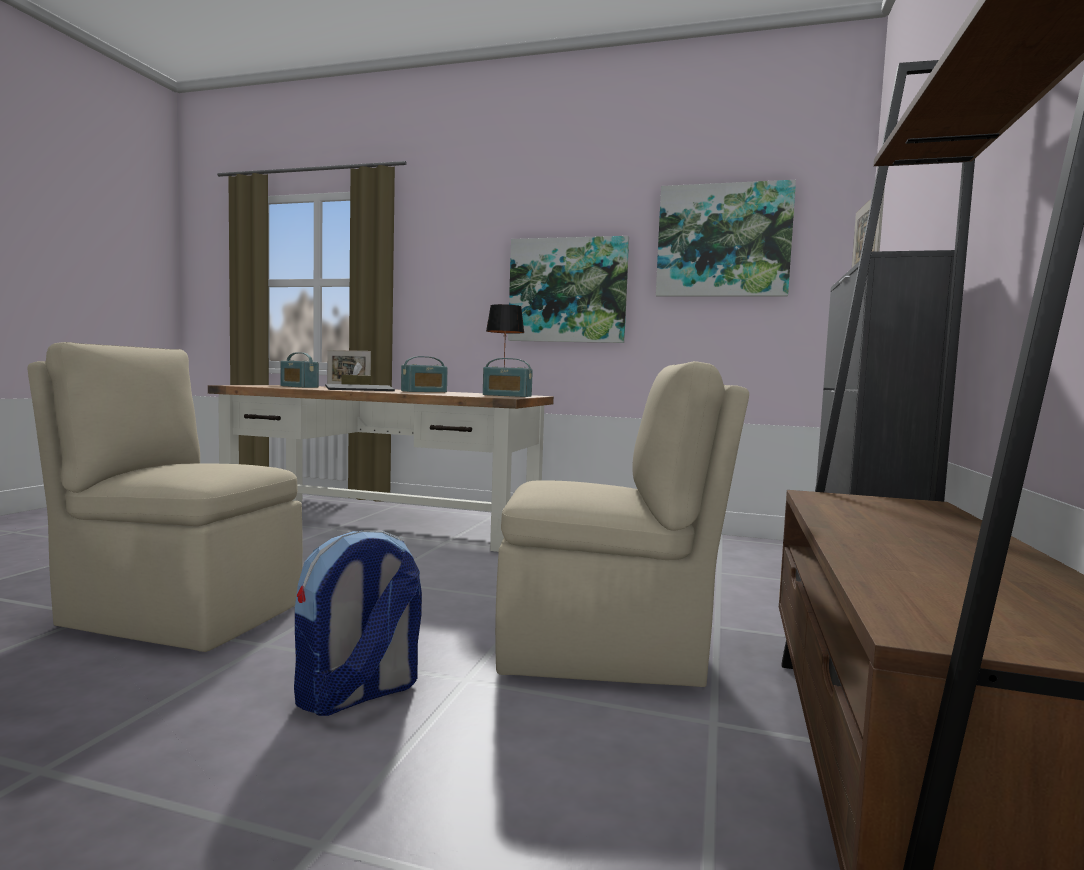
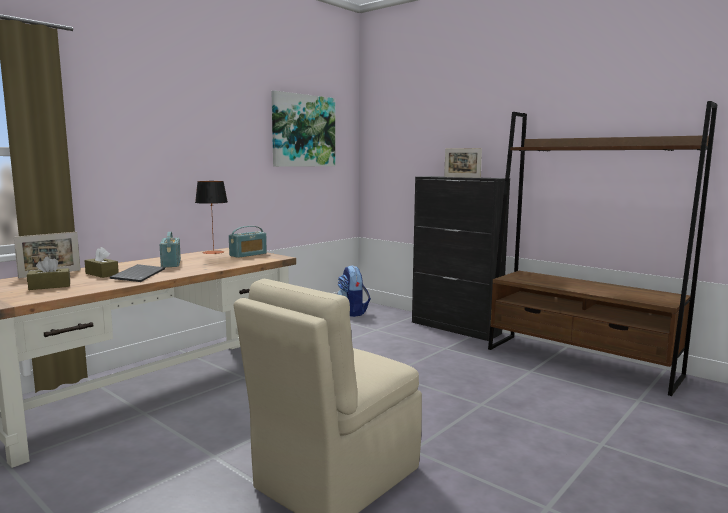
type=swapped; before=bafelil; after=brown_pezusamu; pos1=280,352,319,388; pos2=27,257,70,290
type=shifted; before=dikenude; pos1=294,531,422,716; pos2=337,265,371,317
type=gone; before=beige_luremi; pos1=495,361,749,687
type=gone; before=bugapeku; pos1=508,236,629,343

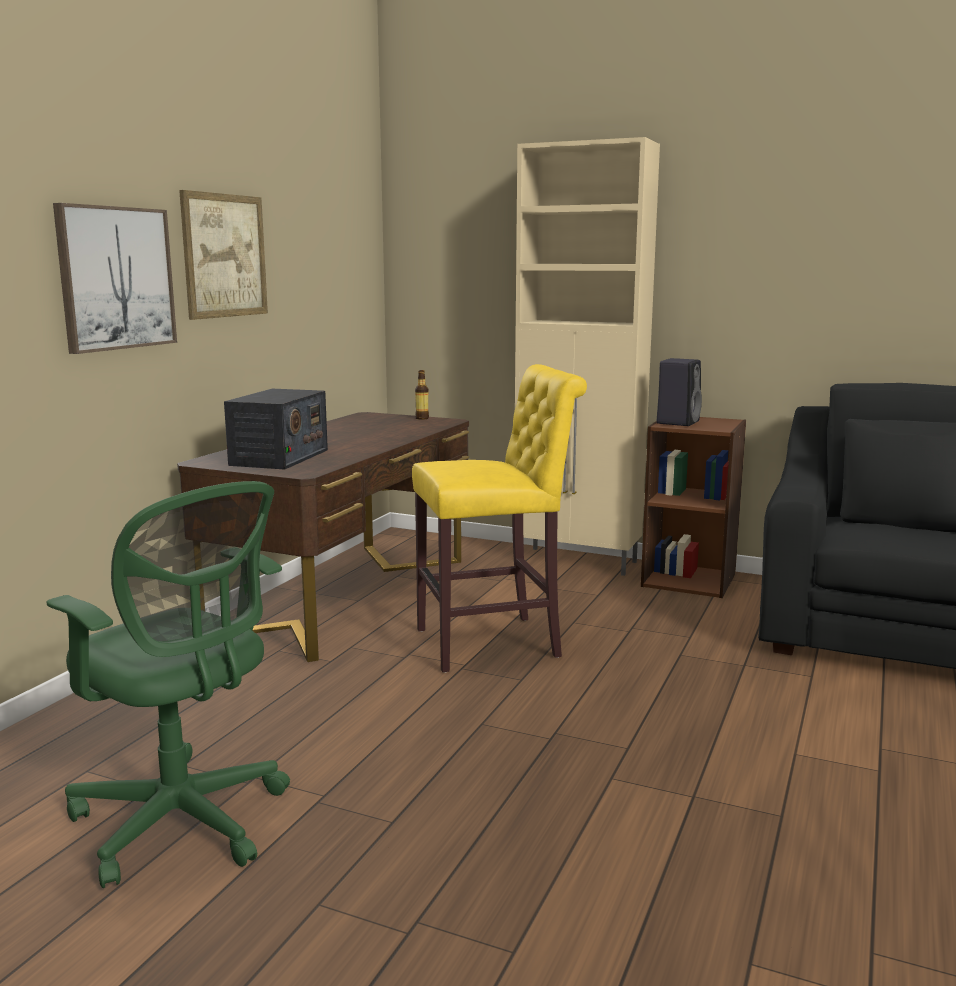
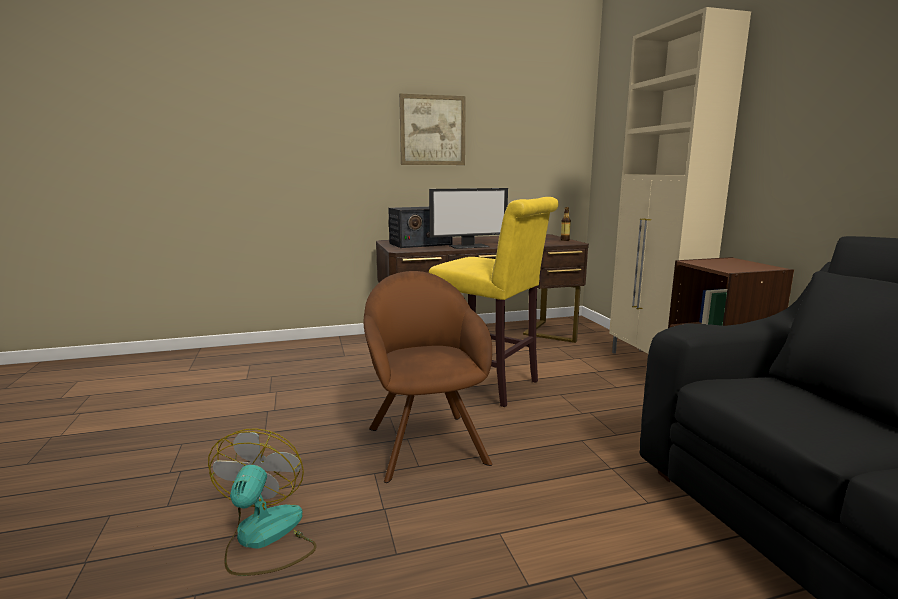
type=gone; before=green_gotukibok; pos1=46,481,290,888
type=gone; before=bugapeku; pos1=53,203,177,354
type=gone; before=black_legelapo; pos1=657,358,702,426
type=new; after=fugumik; pos2=208,428,317,576
type=new; after=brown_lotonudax; pos2=364,271,492,483
type=new; after=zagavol; pos2=429,188,508,249

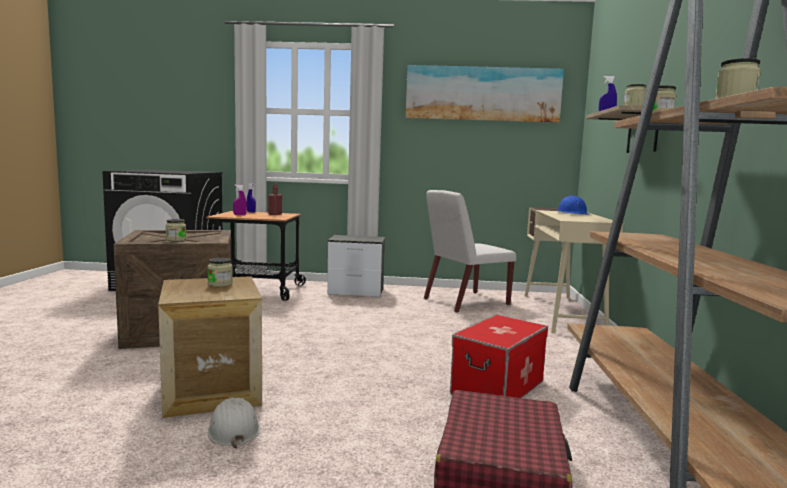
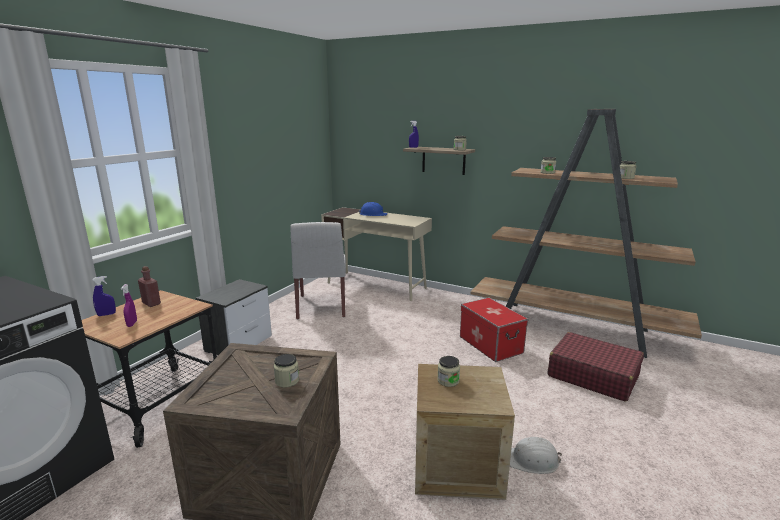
type=gone; before=bugapeku; pos1=406,65,564,123

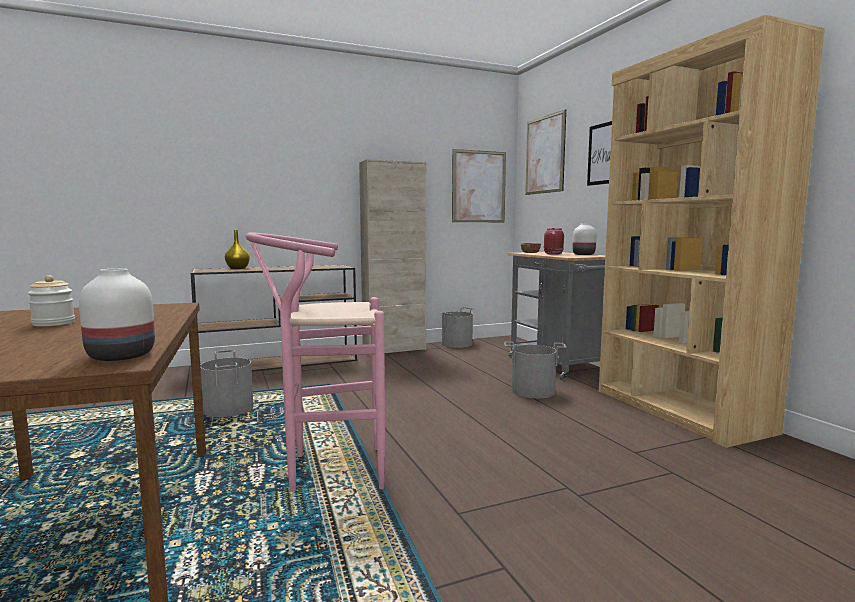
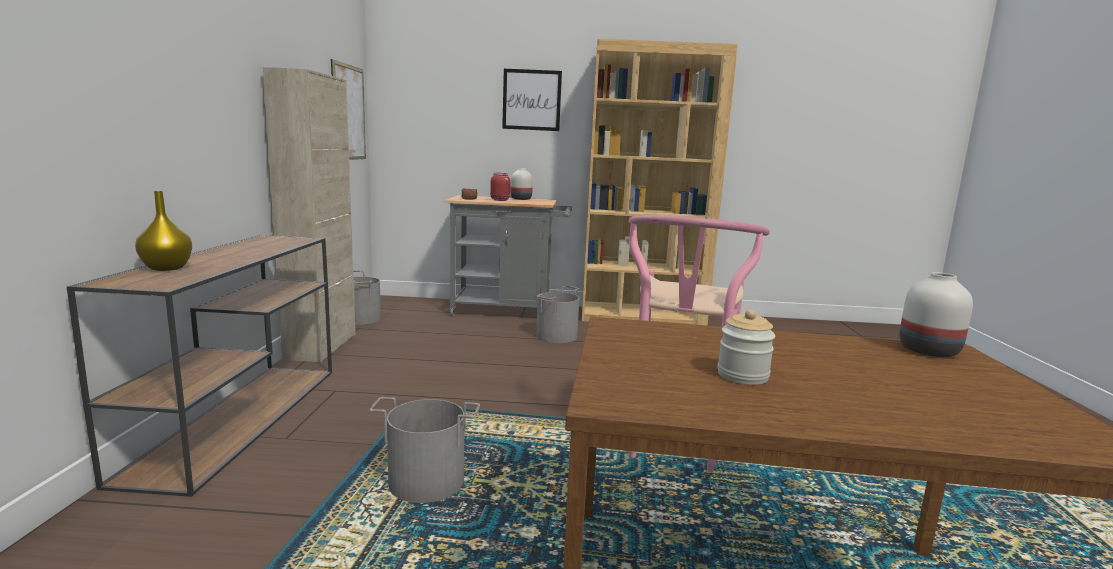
type=gone; before=bugapeku; pos1=525,109,566,195

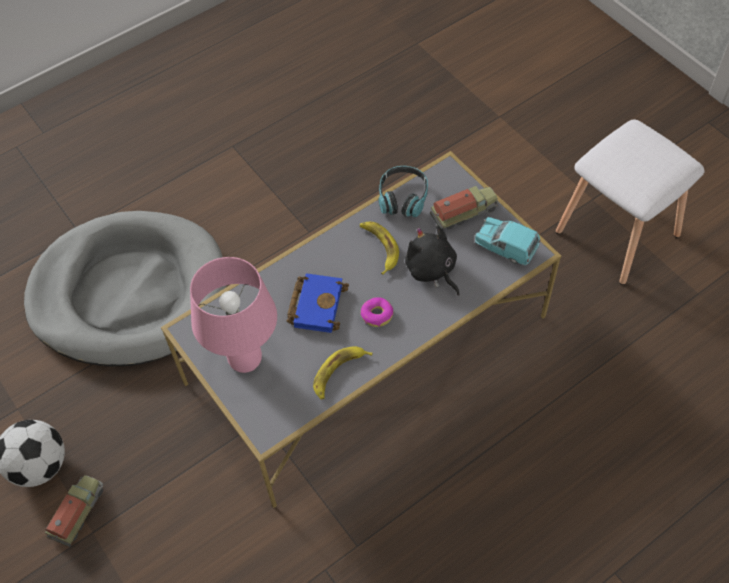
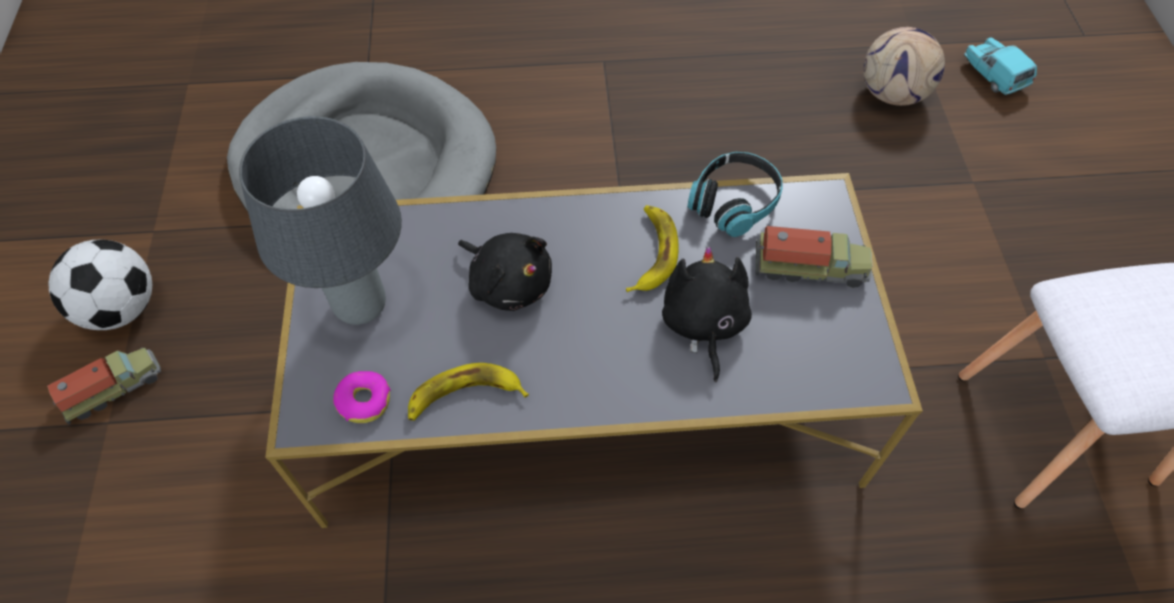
type=repainted; before=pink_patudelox; after=grey_patudelox; pos1=190,257,277,373; pos2=239,116,402,325
type=swapped; before=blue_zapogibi; after=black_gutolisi; pos1=287,273,349,333; pos2=458,233,552,311
type=shifted; before=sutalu; pos1=361,297,393,327; pos2=333,371,391,423
type=shifted; before=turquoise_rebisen; pos1=475,217,540,266; pos2=964,37,1037,95
type=new; after=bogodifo; pos2=863,27,945,106

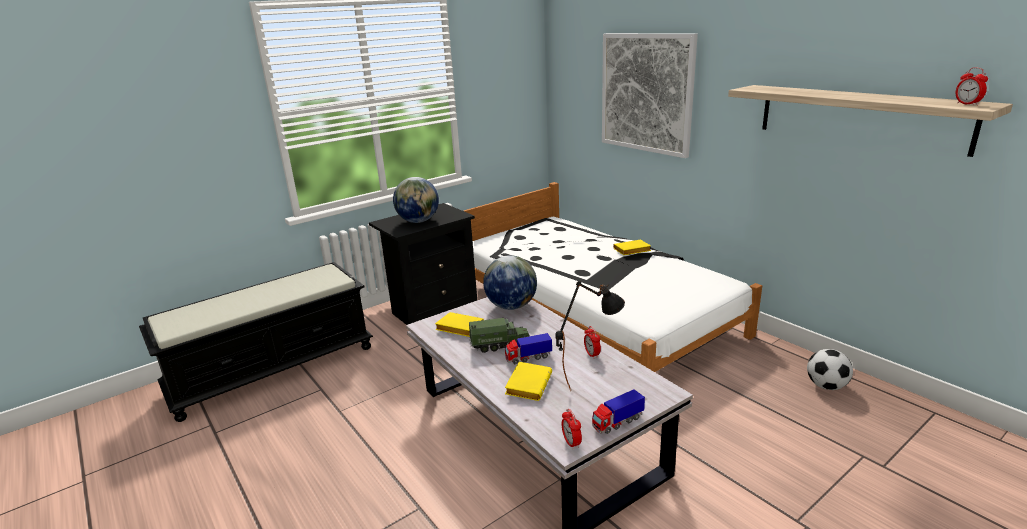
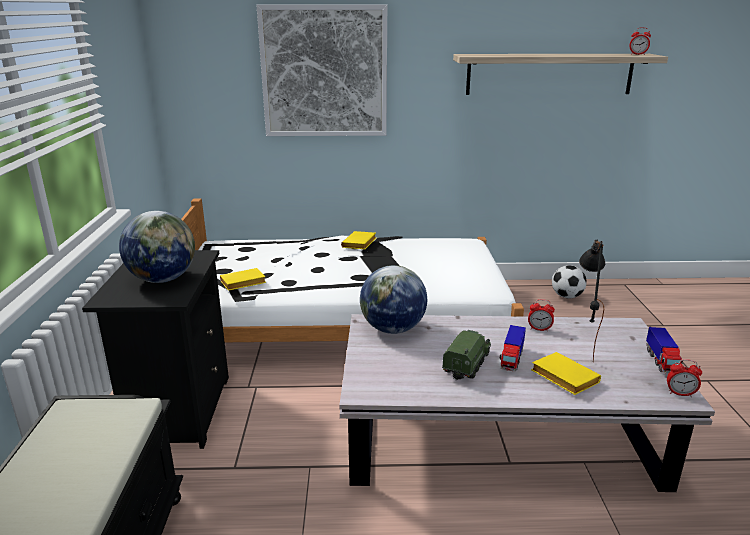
type=shifted; before=yellow_zapogibi; pos1=435,312,484,337; pos2=220,268,266,291

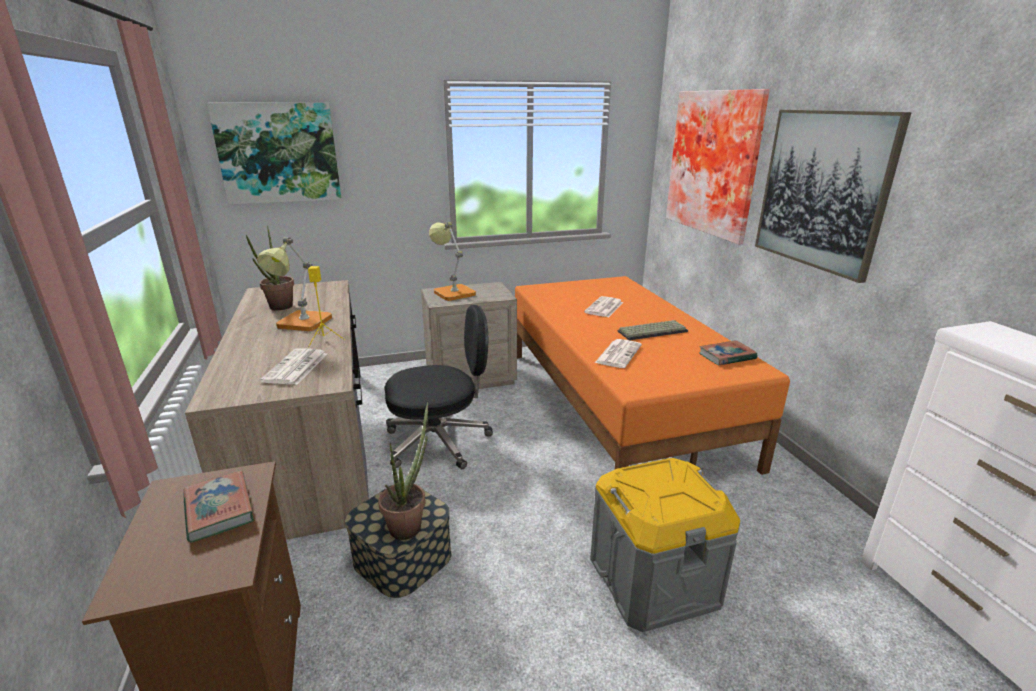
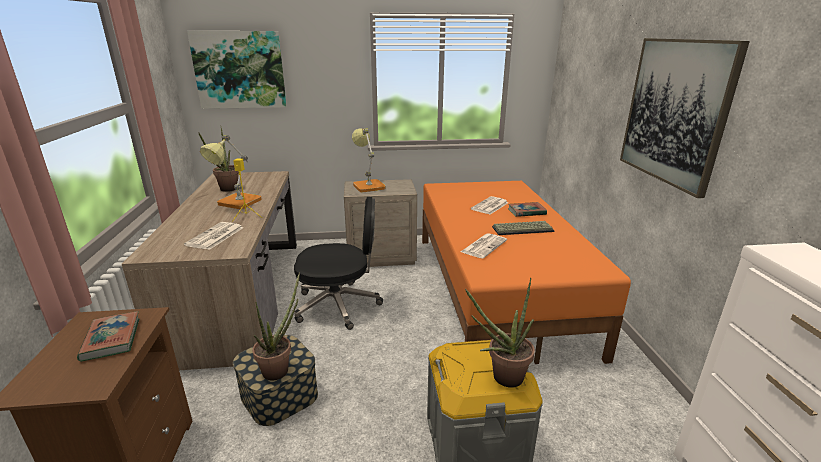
type=gone; before=bugapeku; pos1=666,89,770,245
type=shifted; before=zapogibi; pos1=699,340,757,365; pos2=508,202,547,217
type=new; after=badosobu; pos2=465,278,535,388

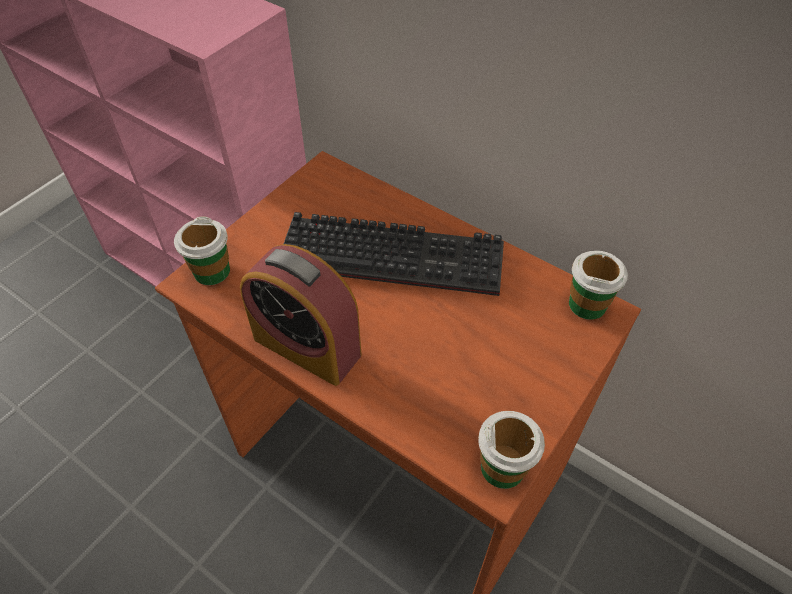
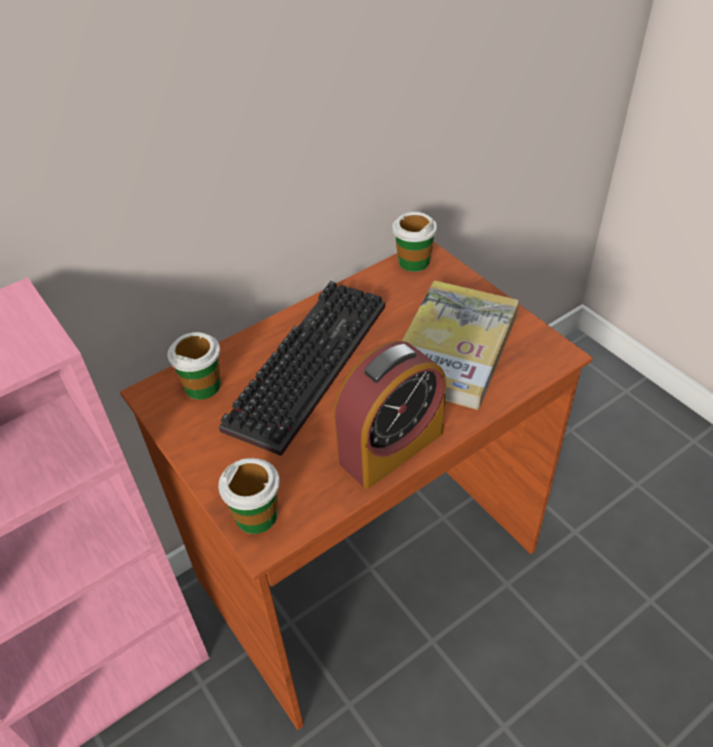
type=shifted; before=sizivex; pos1=478,411,545,489; pos2=167,332,221,400
type=new; after=zapogibi; pos2=402,280,519,410

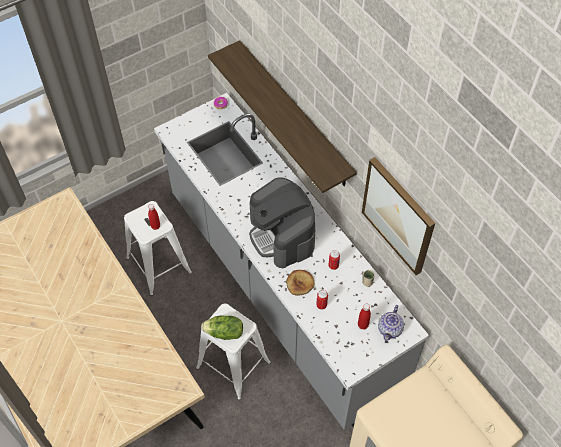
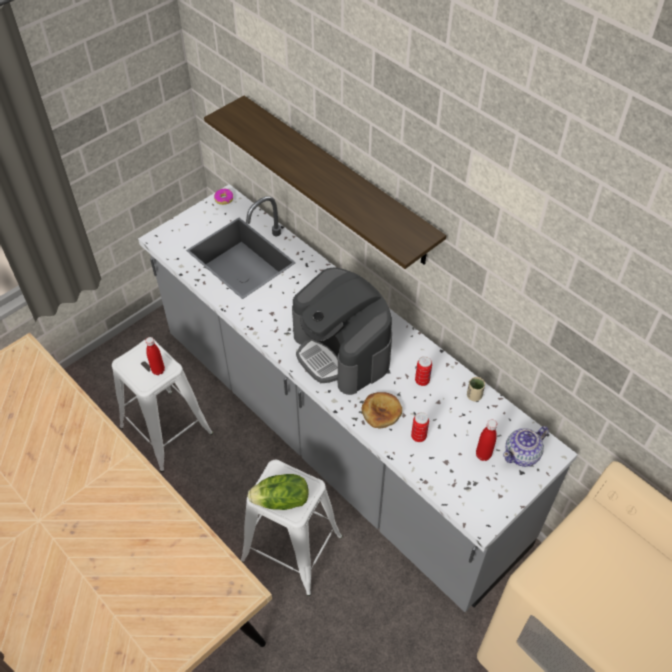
type=gone; before=bugapeku; pos1=362,157,435,275
type=rotated; before=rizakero; pos1=378,305,404,341; pos2=503,426,549,467; turn=45

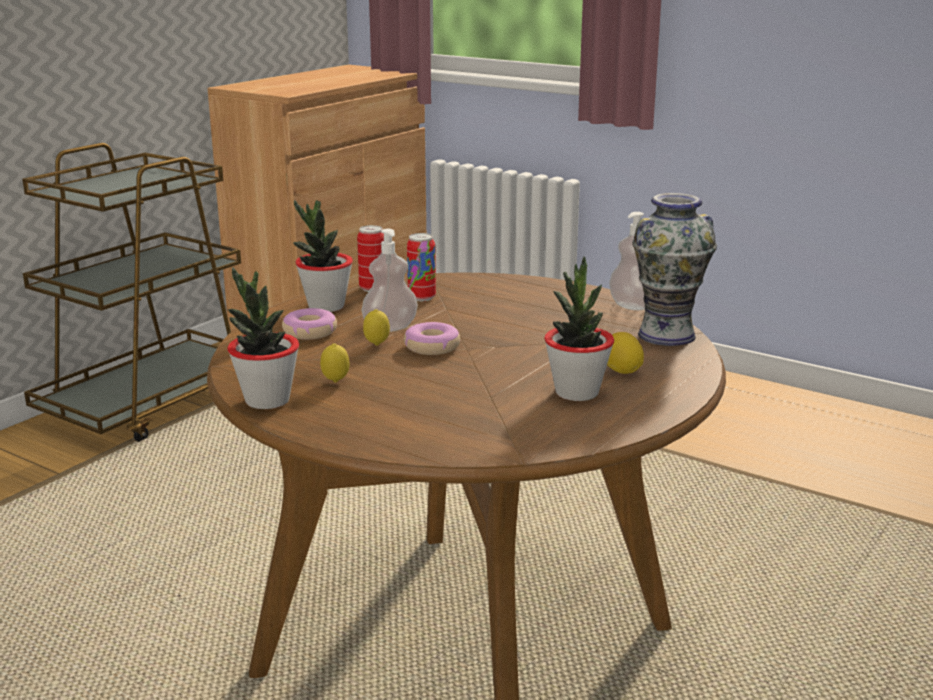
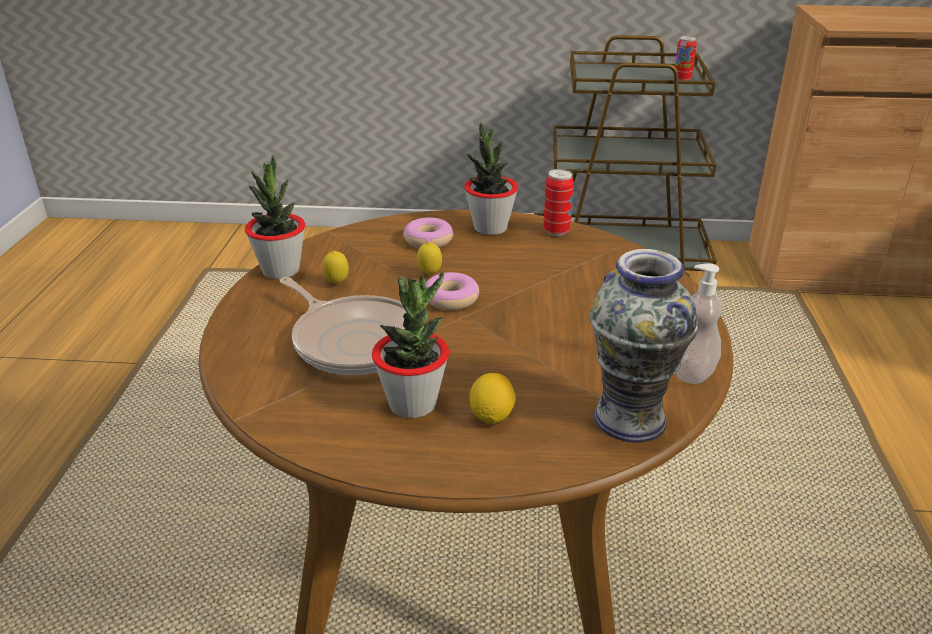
type=gone; before=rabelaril; pos1=361,229,418,332
type=shifted; before=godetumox; pos1=407,233,436,301; pos2=675,36,697,81
type=new; after=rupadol; pos2=280,277,406,375

